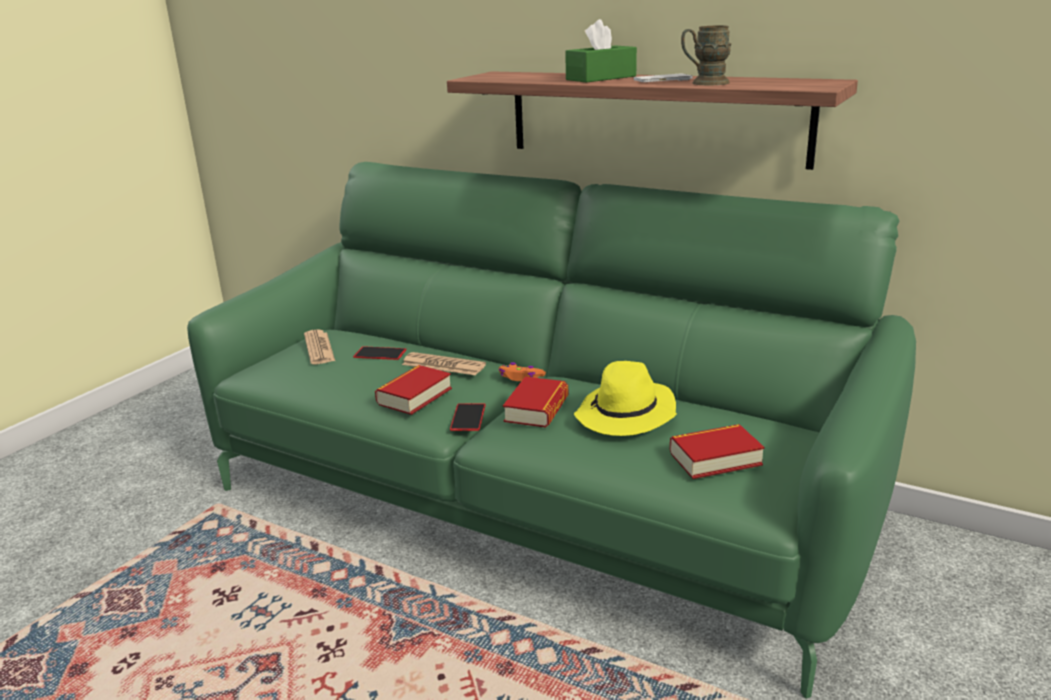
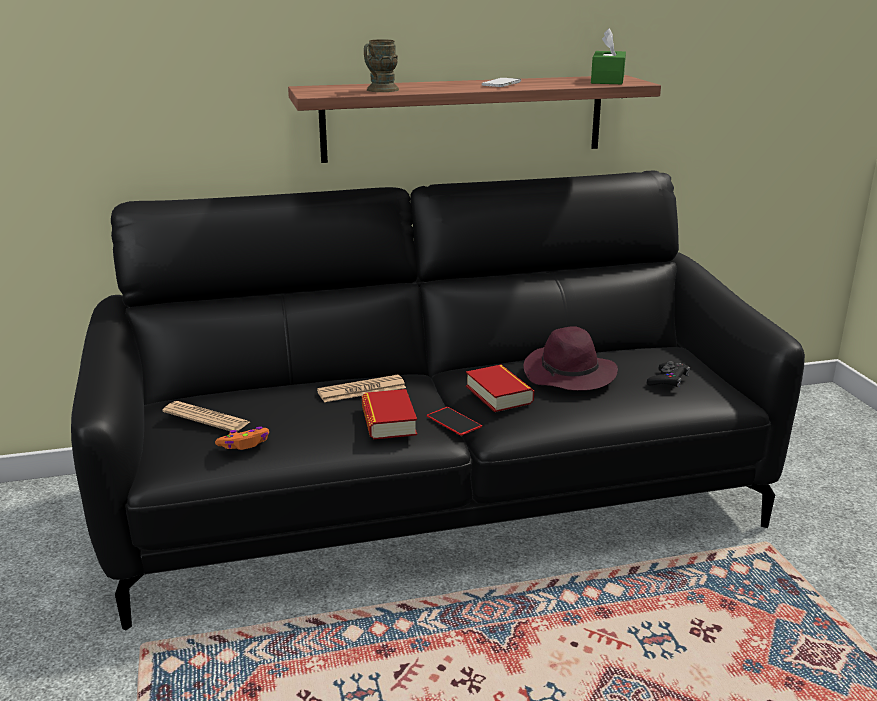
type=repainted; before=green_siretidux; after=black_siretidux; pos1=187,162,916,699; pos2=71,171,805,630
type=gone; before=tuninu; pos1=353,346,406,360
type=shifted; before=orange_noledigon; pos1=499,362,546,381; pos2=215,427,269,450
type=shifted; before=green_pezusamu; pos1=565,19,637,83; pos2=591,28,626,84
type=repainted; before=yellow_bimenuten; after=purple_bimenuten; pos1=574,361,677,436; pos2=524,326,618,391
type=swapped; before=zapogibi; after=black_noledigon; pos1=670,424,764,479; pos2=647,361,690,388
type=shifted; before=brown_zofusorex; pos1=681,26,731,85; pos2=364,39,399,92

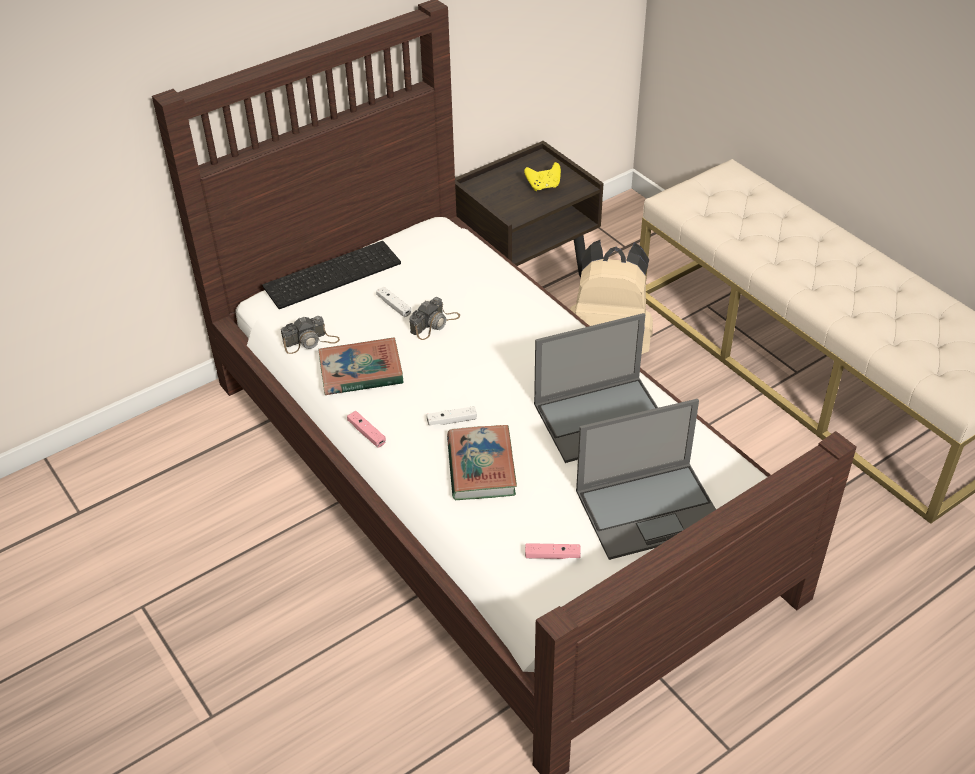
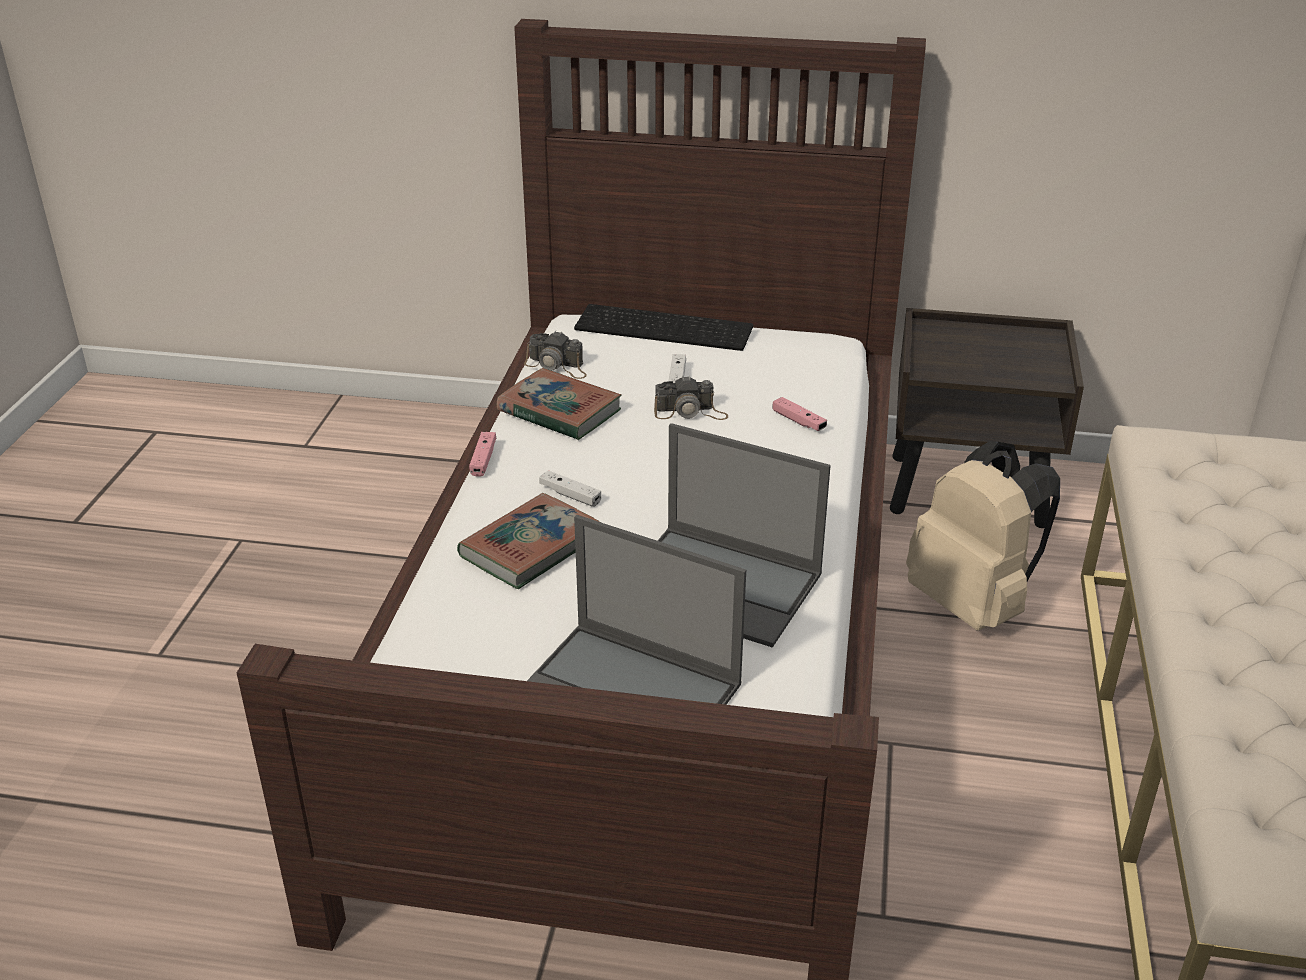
type=gone; before=yellow_noledigon; pos1=524,162,561,191
type=shifted; before=pink_noledigon; pos1=525,543,581,559; pos2=773,397,827,431

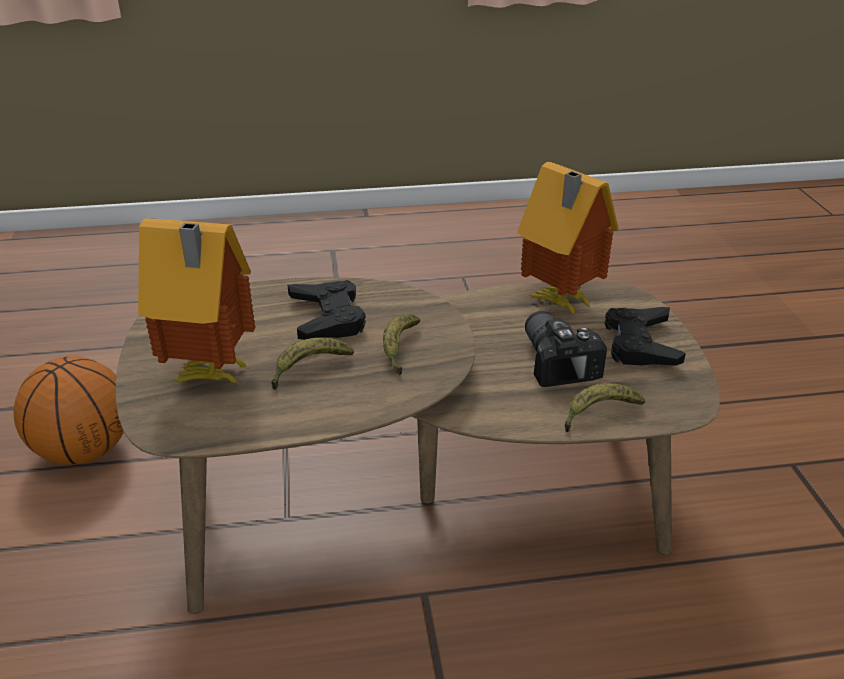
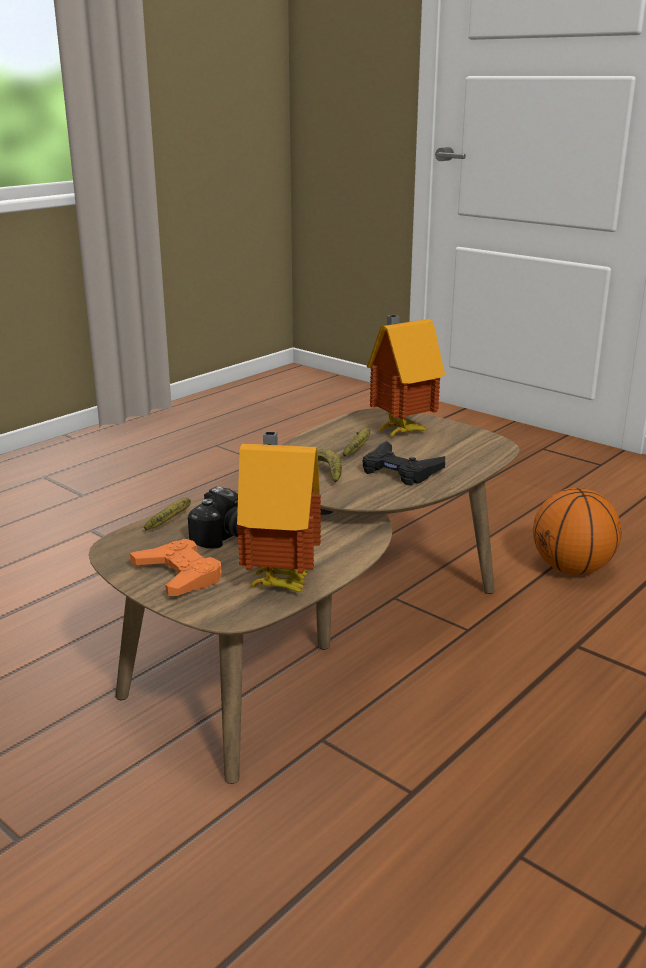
type=repainted; before=black_noledigon; after=orange_noledigon; pos1=605,307,686,366; pos2=130,539,221,596

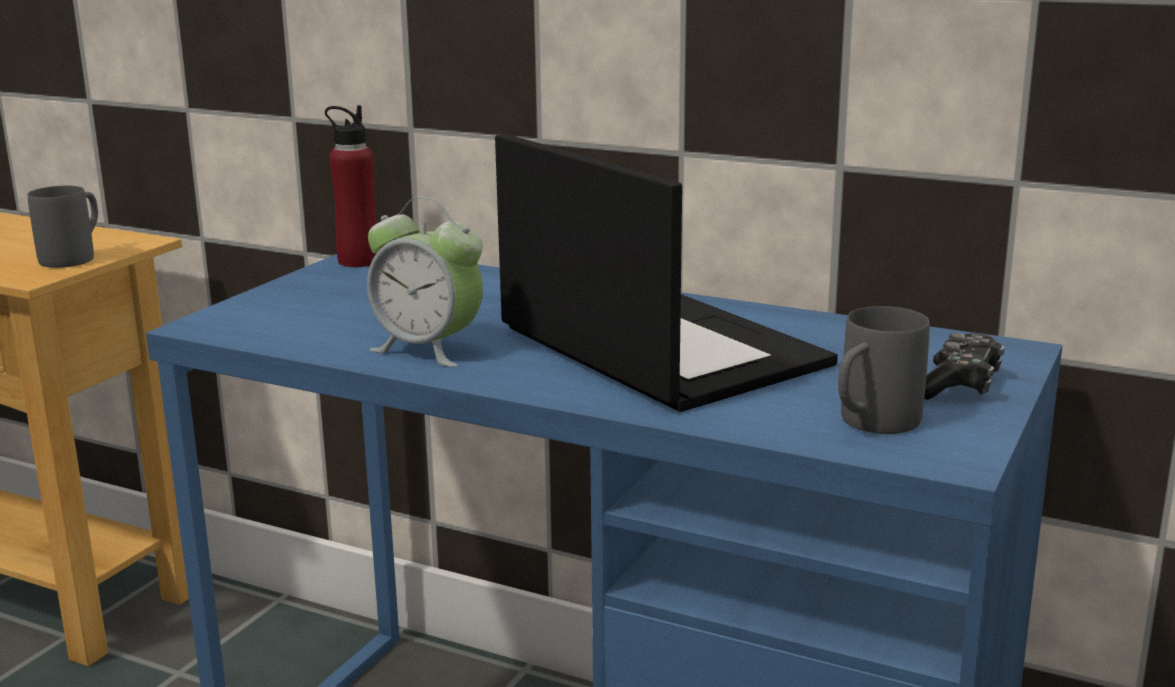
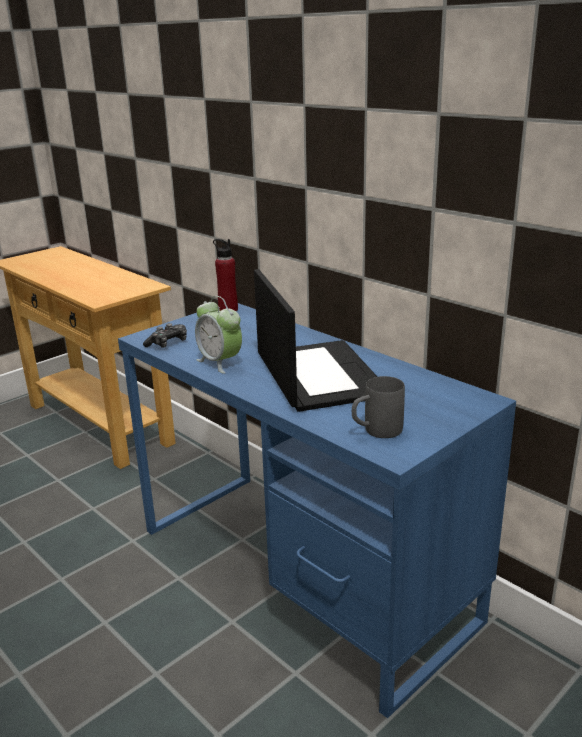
type=gone; before=grey_zofusorex; pos1=27,186,98,268
type=shifted; before=noledigon; pos1=924,333,1005,400; pos2=143,323,187,348

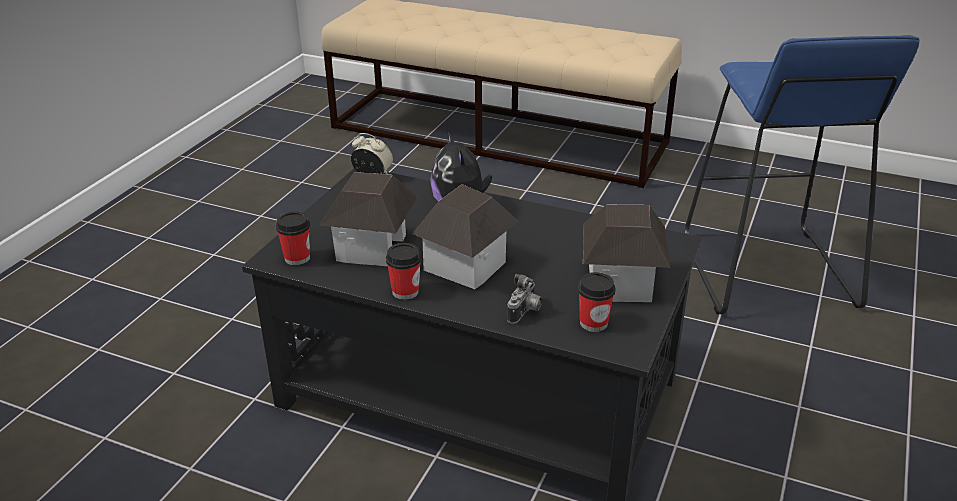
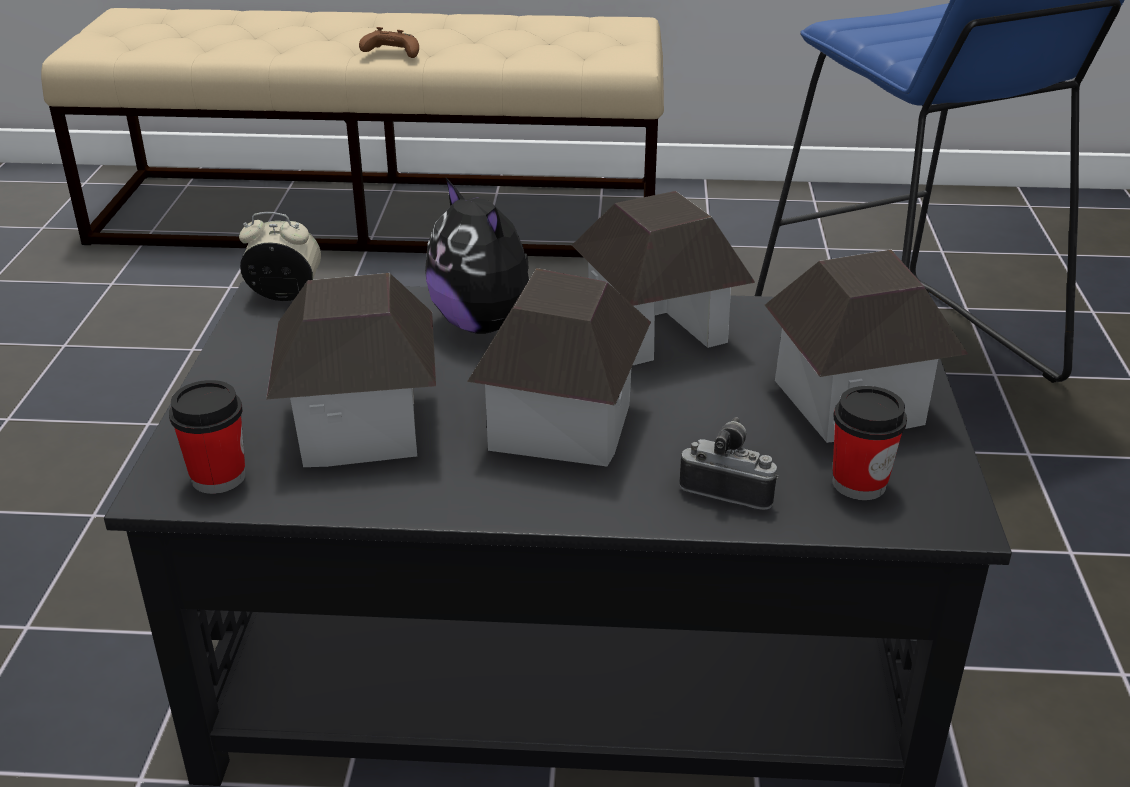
type=gone; before=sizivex; pos1=386,243,421,300
type=rotated; before=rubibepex; pos1=507,274,542,324; pos2=679,417,779,510; turn=-75
type=new; after=brown_noledigon; pos2=359,27,419,58
type=new; after=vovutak; pos2=572,191,755,365

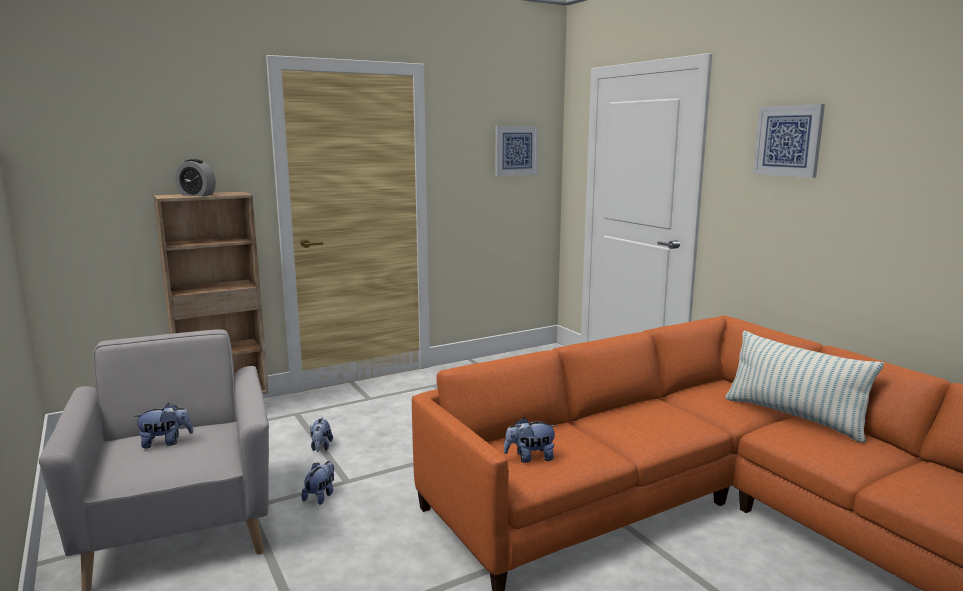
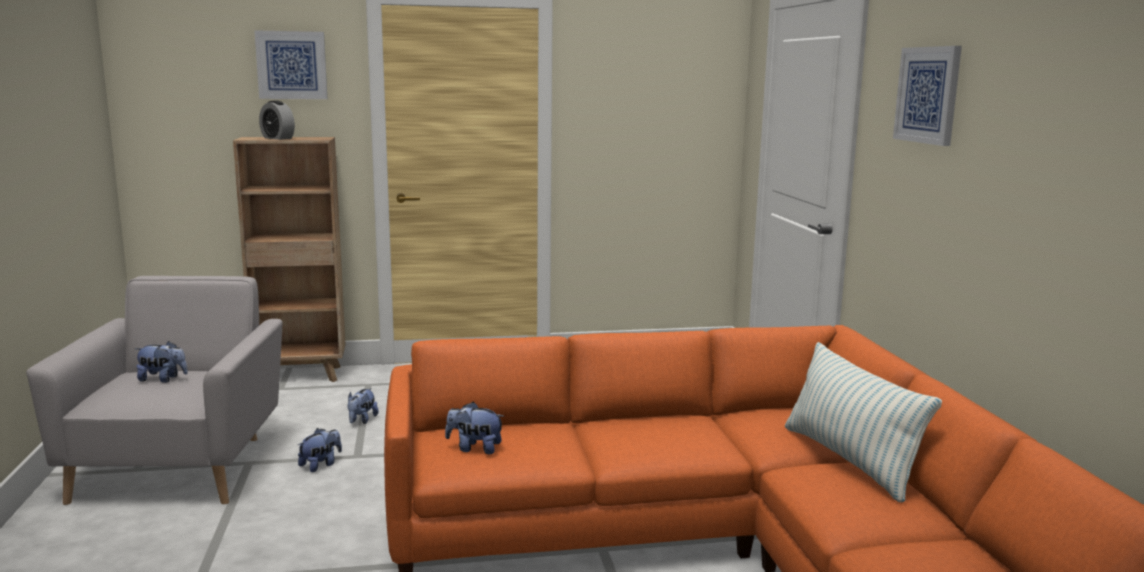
type=shifted; before=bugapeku; pos1=495,126,538,176; pos2=254,30,327,99

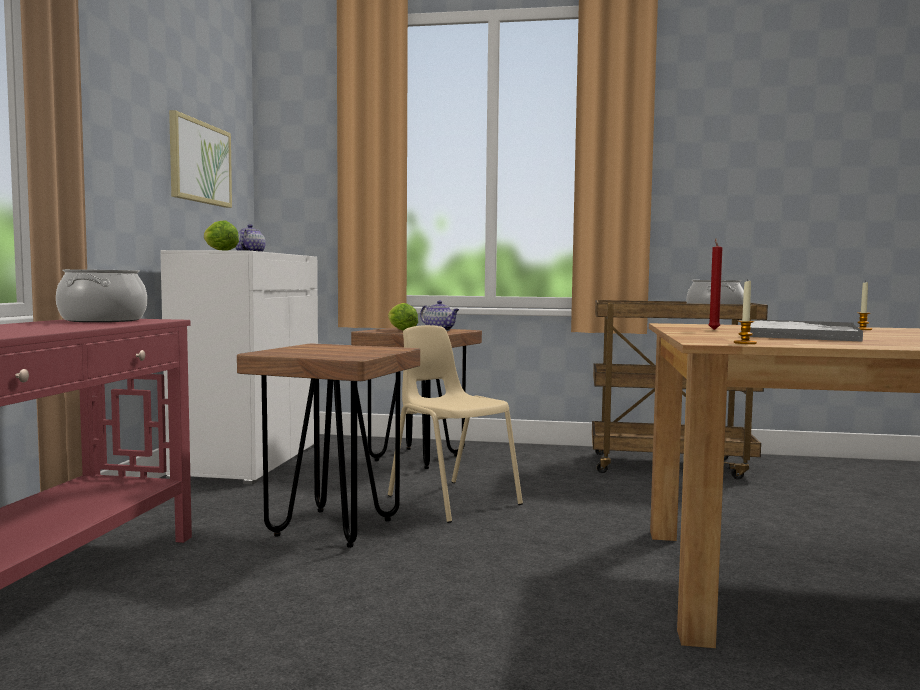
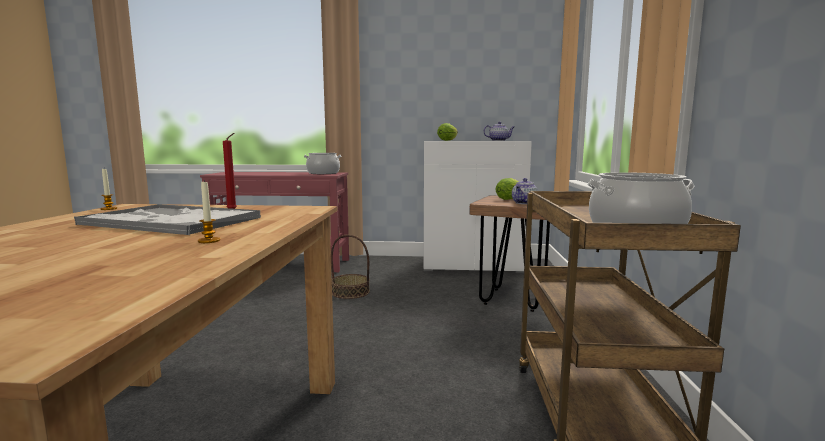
type=gone; before=bugapeku; pos1=169,110,232,208
type=swapped; before=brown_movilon; after=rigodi; pos1=237,344,420,548; pos2=331,235,370,299
type=gone; before=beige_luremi; pos1=388,325,523,523

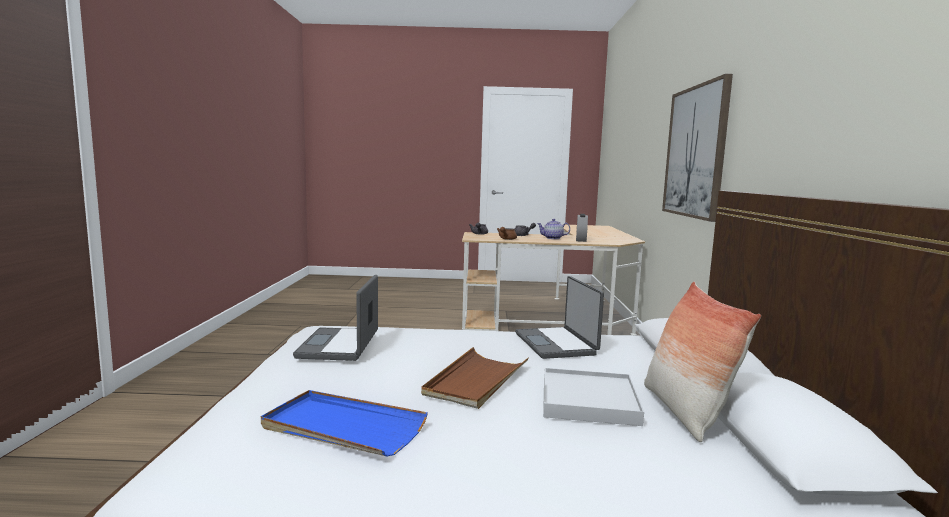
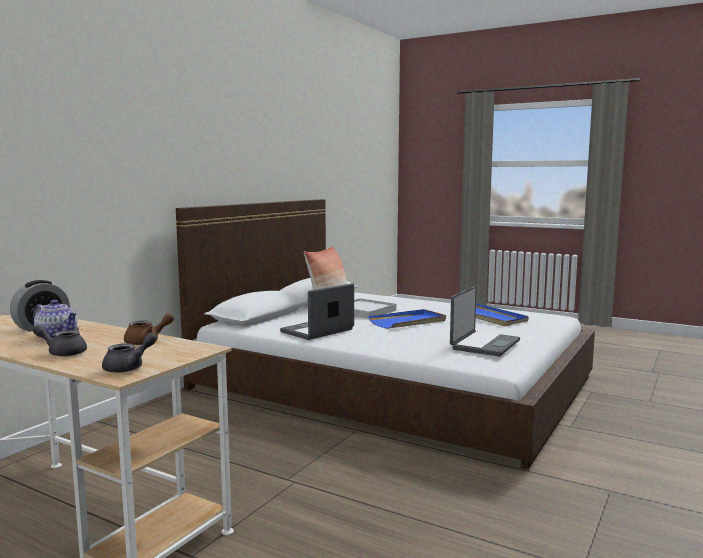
type=repainted; before=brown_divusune; after=blue_divusune; pos1=421,347,528,409; pos2=368,309,446,329
type=rotated; before=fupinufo; pos1=515,276,604,359; pos2=280,283,354,340; turn=-150
type=gone; before=bugapeku; pos1=662,74,733,222

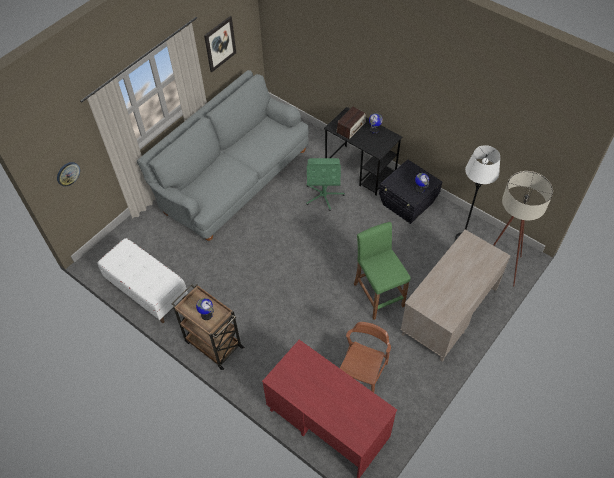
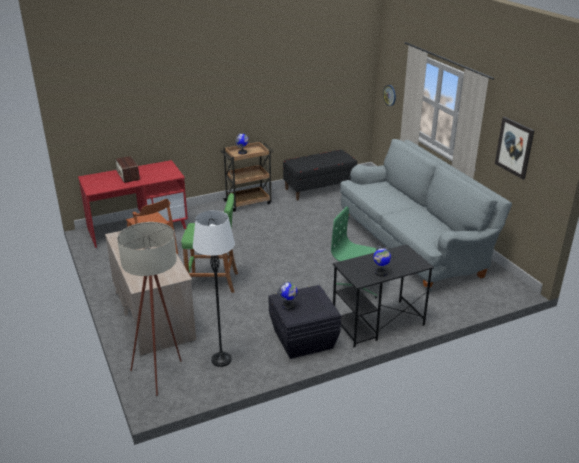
type=repainted; before=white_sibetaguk; after=black_sibetaguk; pos1=97,238,188,323; pos2=283,150,357,200
type=shifted; before=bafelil; pos1=337,107,366,139; pos2=116,156,140,183

